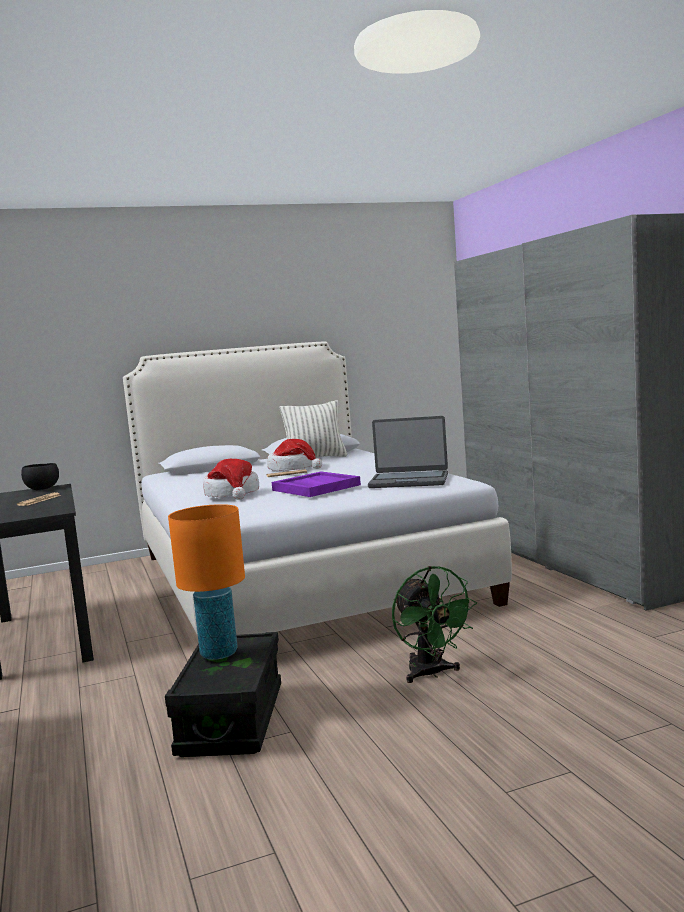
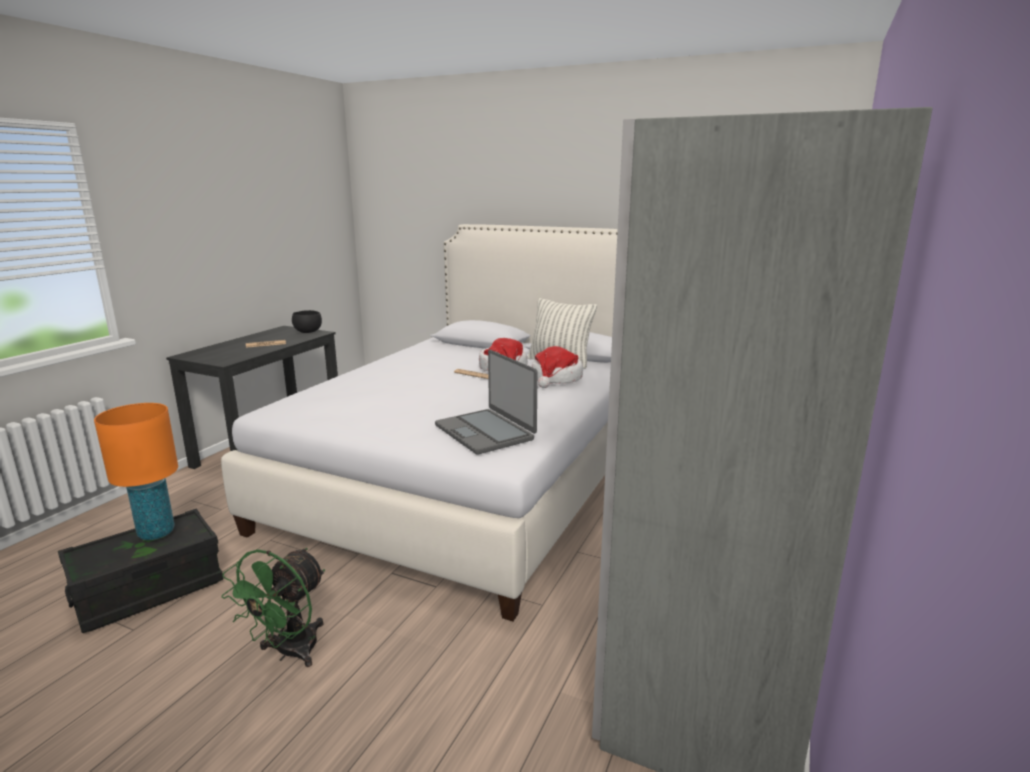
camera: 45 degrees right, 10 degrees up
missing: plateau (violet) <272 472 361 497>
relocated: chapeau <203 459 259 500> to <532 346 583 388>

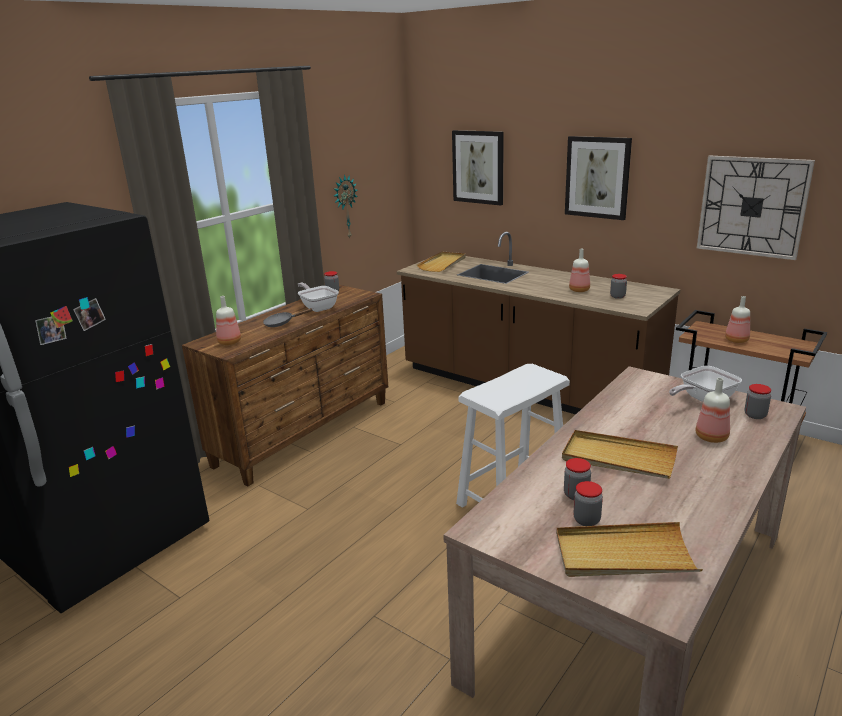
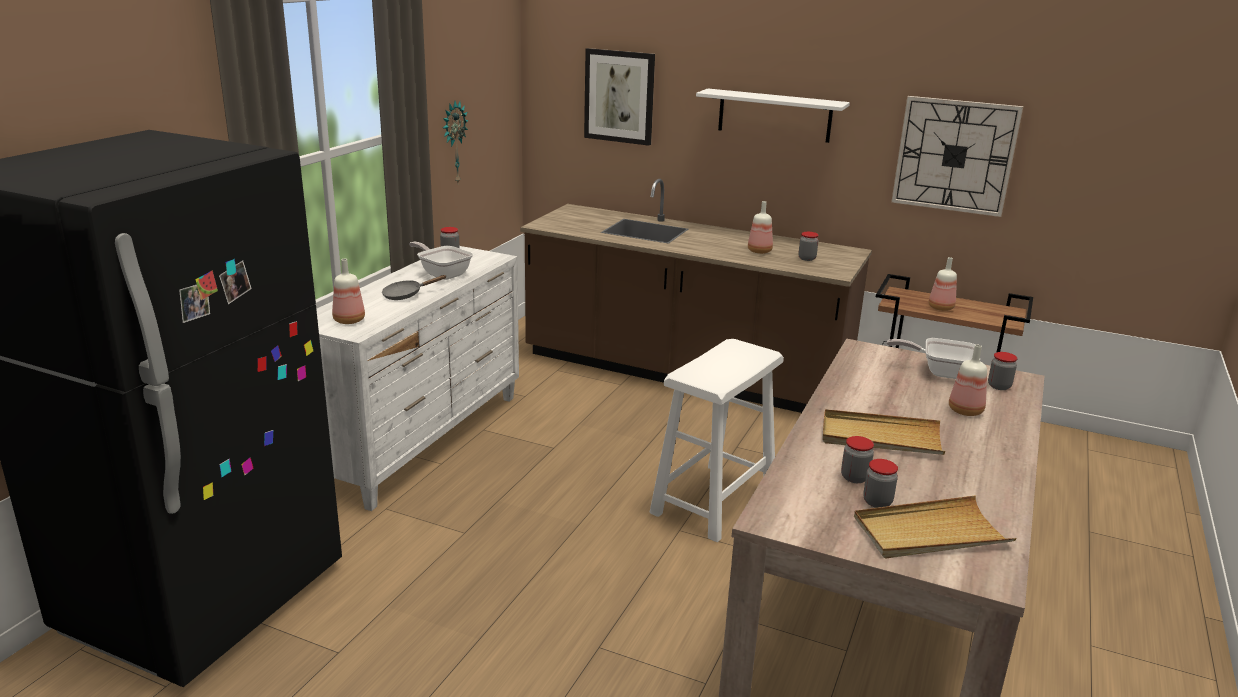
camera: 15 degrees left, 0 degrees up
missing: plateau (beige) <417 252 466 272>
exchanged: tableau <565 136 632 220> to étagère (blanc) <696 89 850 143>
colour: commode (marron) <182 285 388 486> to commode (blanc) <316 246 519 511>
spun: poêle <669 366 742 402> = <887 338 976 379> 60 degrees clockwise

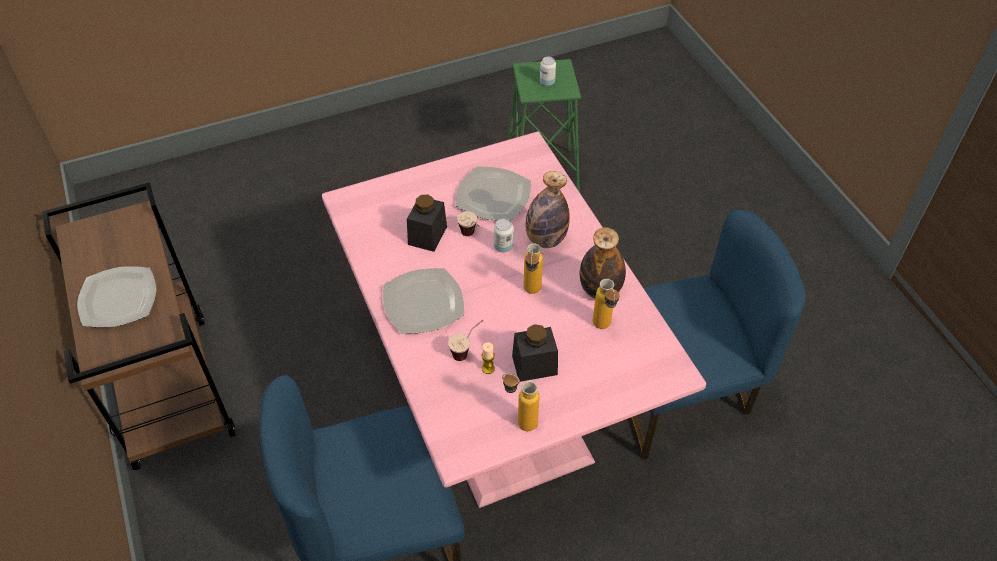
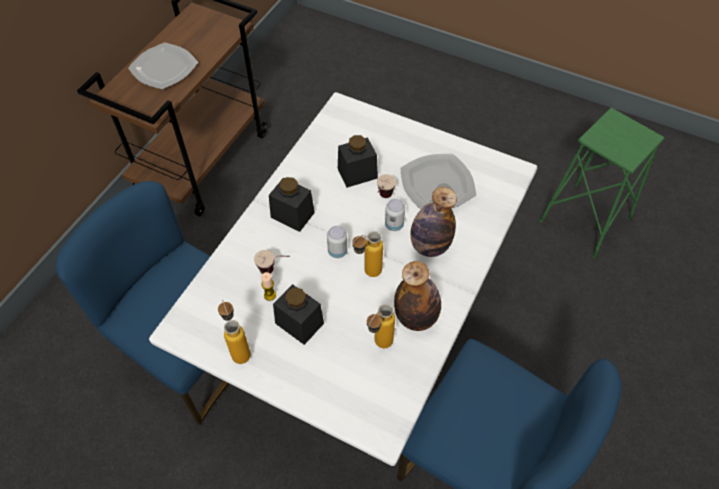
camera: 50 degrees right, 5 degrees up
relocated: boîte métallique <540 57 556 86> to <327 226 347 258>
exchanged: assiette <383 268 464 334> to bocal (noir) <269 177 315 232>
colour: table à manger (rose) <322 132 706 508> to table à manger (blanc) <149 92 537 466>

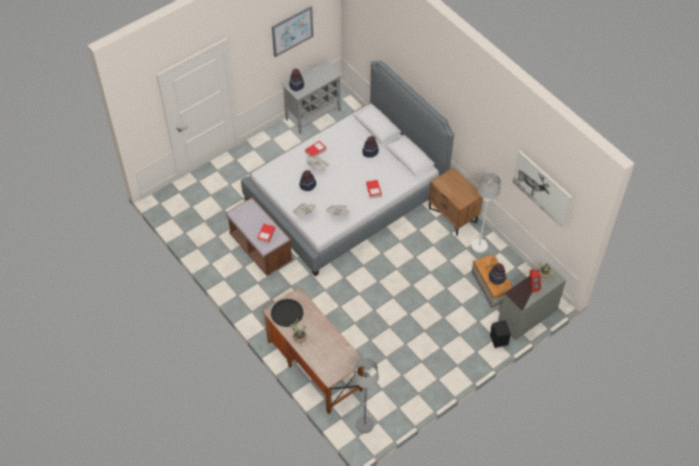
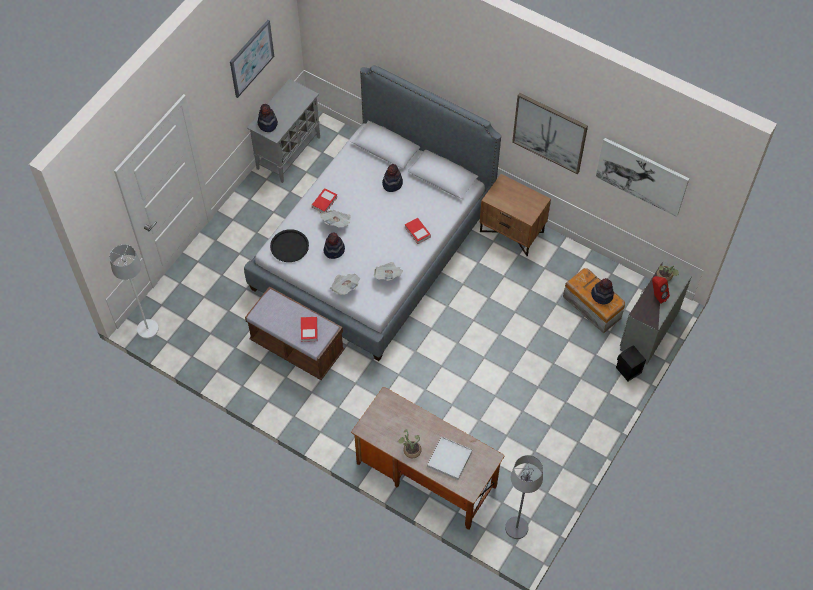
camera: 20 degrees left, 5 degrees up
appeared: plateau (blanc) <427 436 472 480>; tableau <512 93 588 174>
relocated: plateau (noir) <271 299 303 327> to <270 229 309 262>; lampadaire (blanc) <471 172 501 253> to <109 244 159 339>

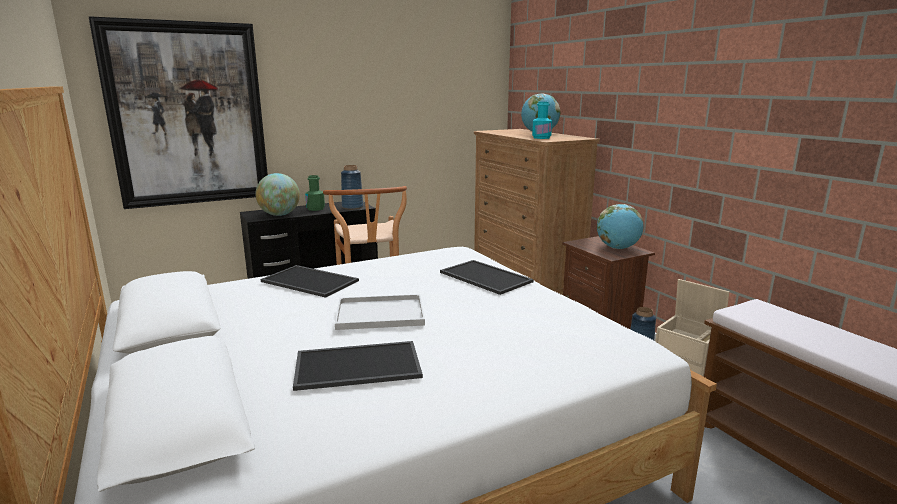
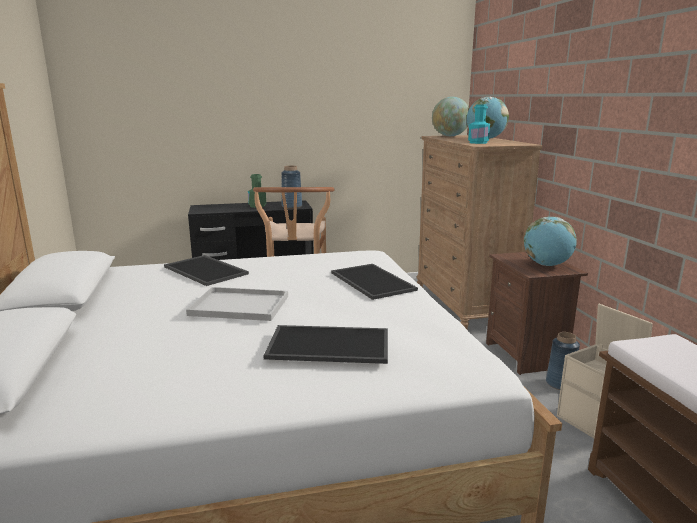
camera: 15 degrees right, 0 degrees up
missing: tableau <89 16 268 209>
relocated: globe <255 173 300 216> to <432 97 469 136>; plateau <293 341 423 391> to <263 325 388 364>

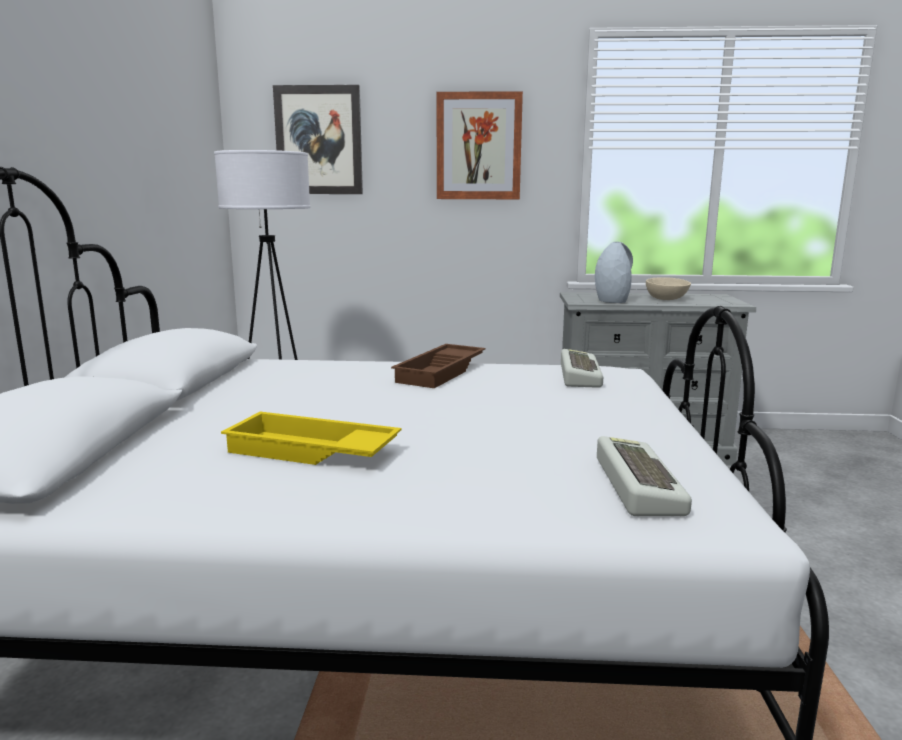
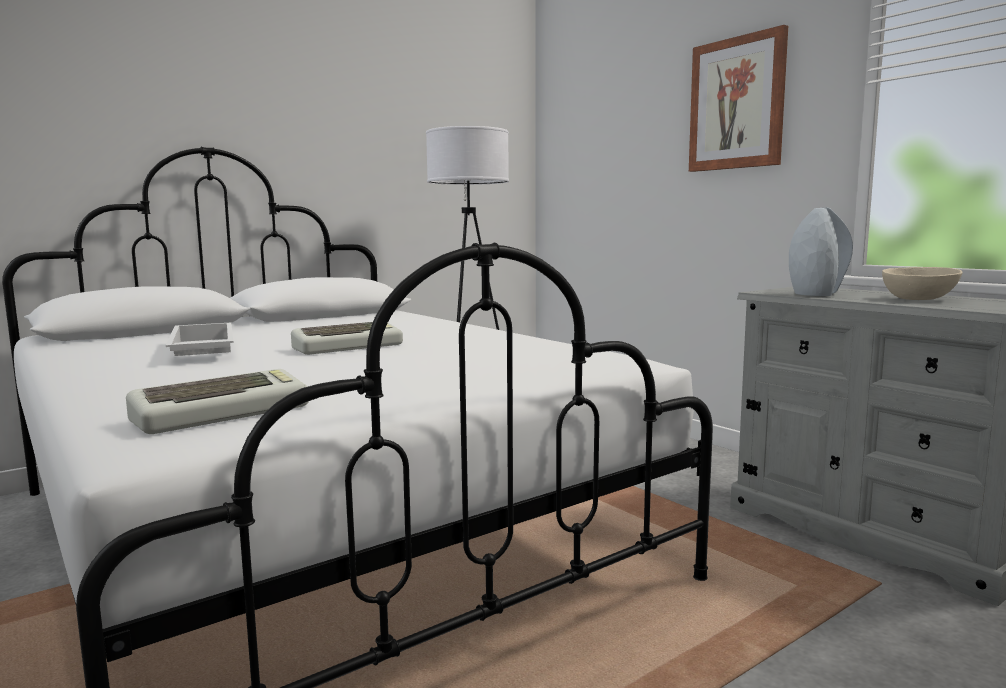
camera: 50 degrees right, 5 degrees down
missing: tableau <273 85 363 194>; plateau (marron) <391 344 486 388>
relocated: clavier <561 349 603 388> to <291 322 403 355>
colour: plateau (jaune) <221 412 401 465> to plateau (blanc) <166 323 233 356>

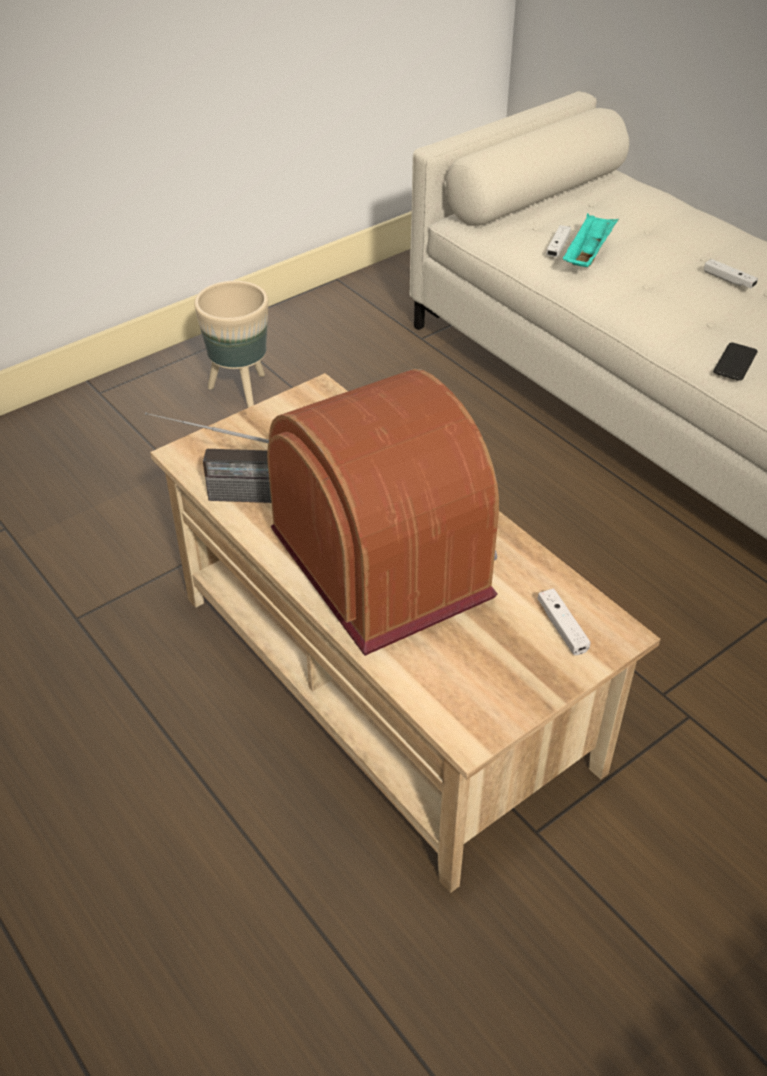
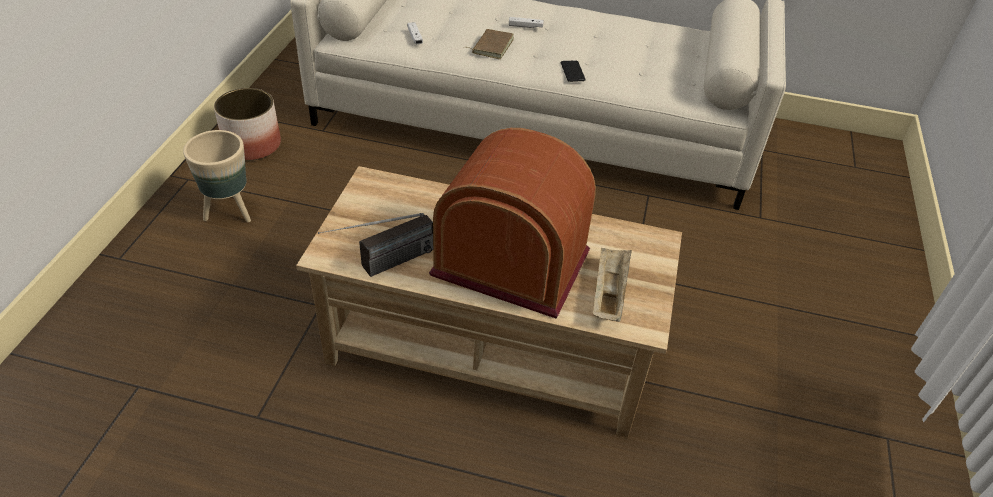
camera: 40 degrees left, 0 degrees up
missing: manette (blanc) <537 589 591 655>; plateau (turquoise) <563 213 619 267>
appeared: cache-pot <214 88 281 160>; livre (marron) <463 29 514 59>; plateau (beige) <593 248 632 322>

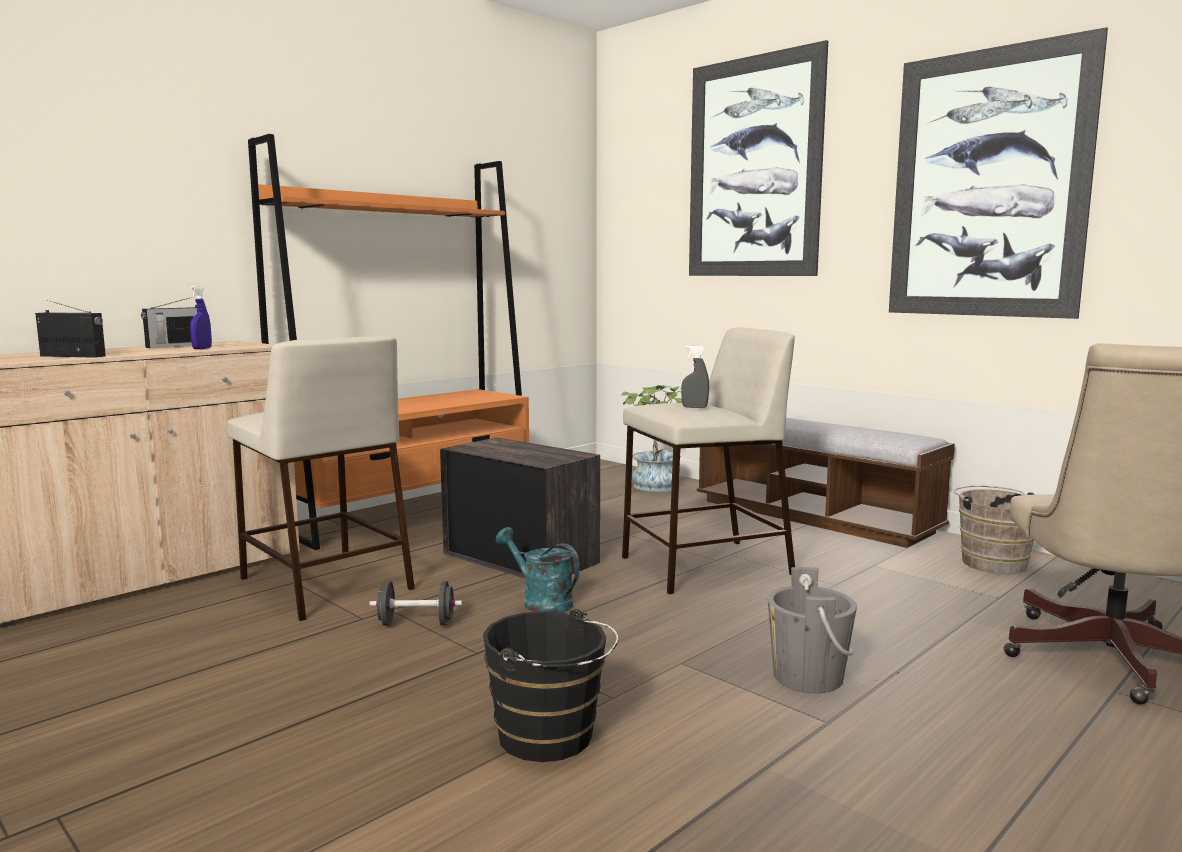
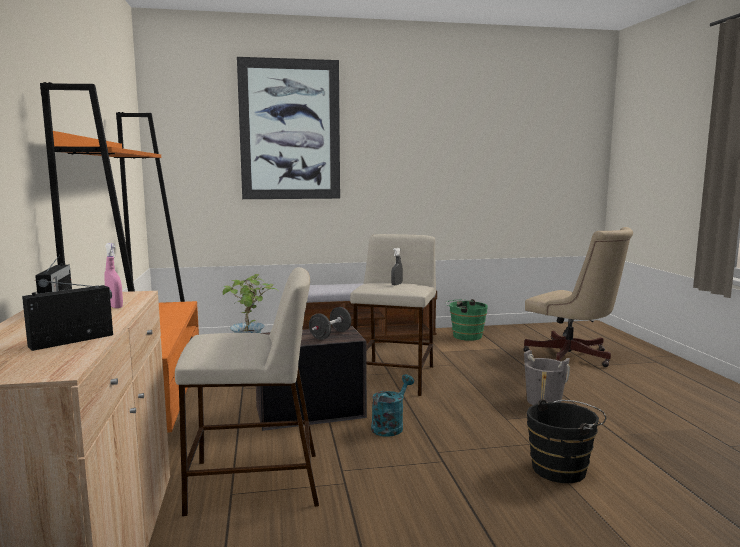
camera: 55 degrees left, 0 degrees up
missing: tableau <889 27 1108 319>
relocated: haltère (noir) <369 581 462 626> to <309 307 351 340>
colour: vaporisateur (bleu) <190 286 212 349> to vaporisateur (rose) <105 243 123 308>; seau (marron) <954 485 1035 574> to seau (vert) <446 299 488 341>
spun: arrosoir (turquoise) <496 527 580 613> = <371 374 414 437> 135 degrees clockwise

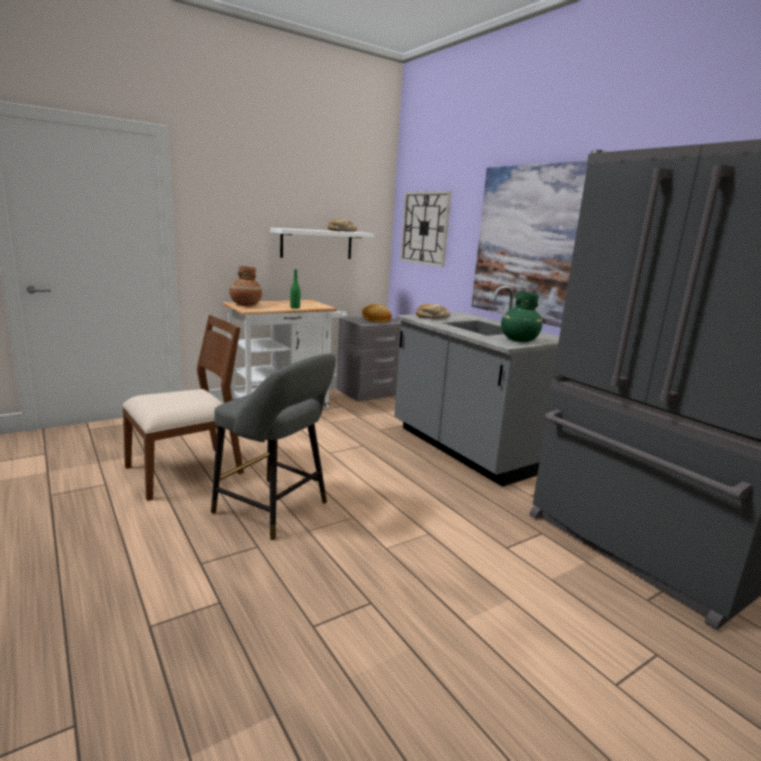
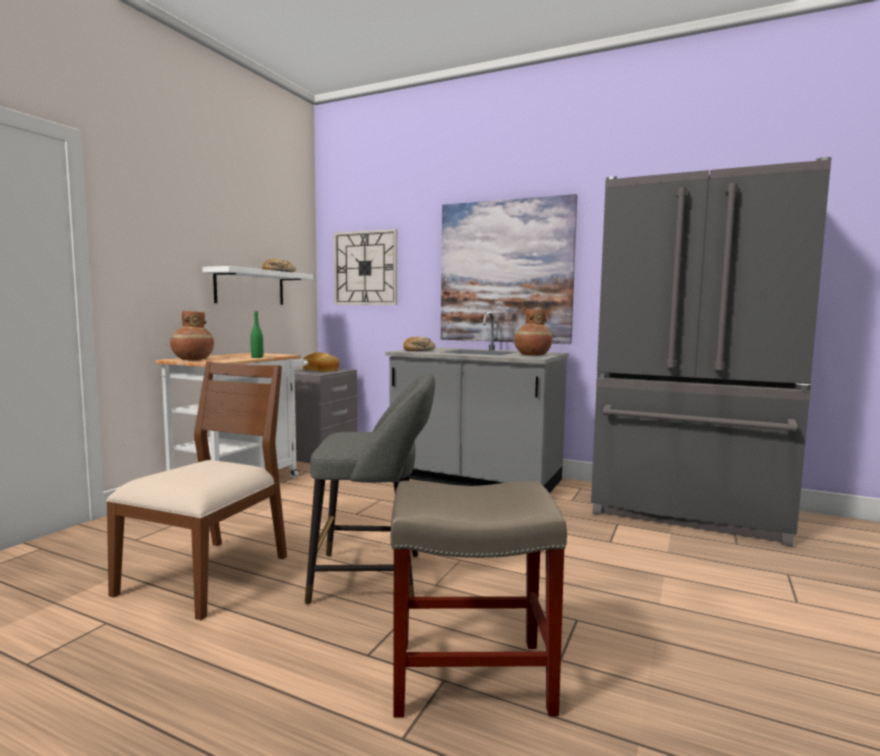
camera: 30 degrees left, 10 degrees down
appeared: tabouret (beige) <390 481 567 718>
colour: vase (vert) <501 291 542 342> to vase (marron) <514 309 553 356>

